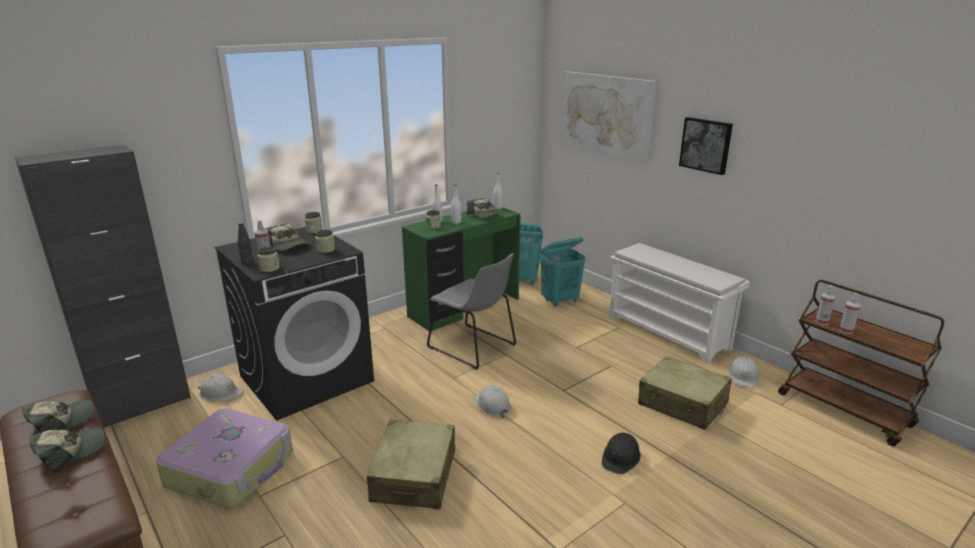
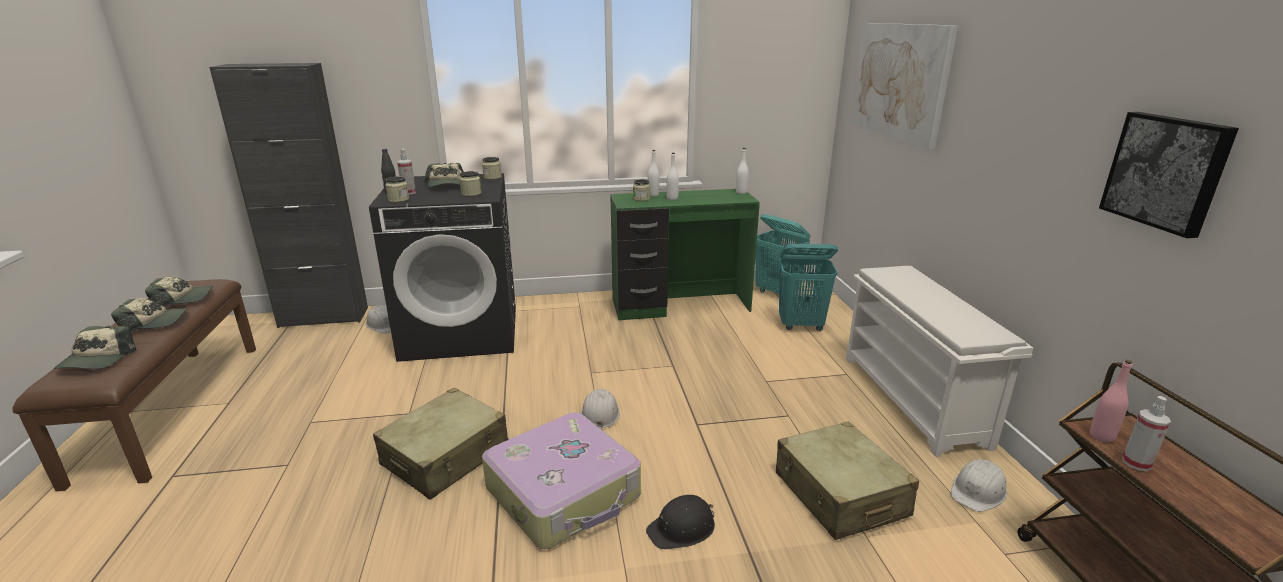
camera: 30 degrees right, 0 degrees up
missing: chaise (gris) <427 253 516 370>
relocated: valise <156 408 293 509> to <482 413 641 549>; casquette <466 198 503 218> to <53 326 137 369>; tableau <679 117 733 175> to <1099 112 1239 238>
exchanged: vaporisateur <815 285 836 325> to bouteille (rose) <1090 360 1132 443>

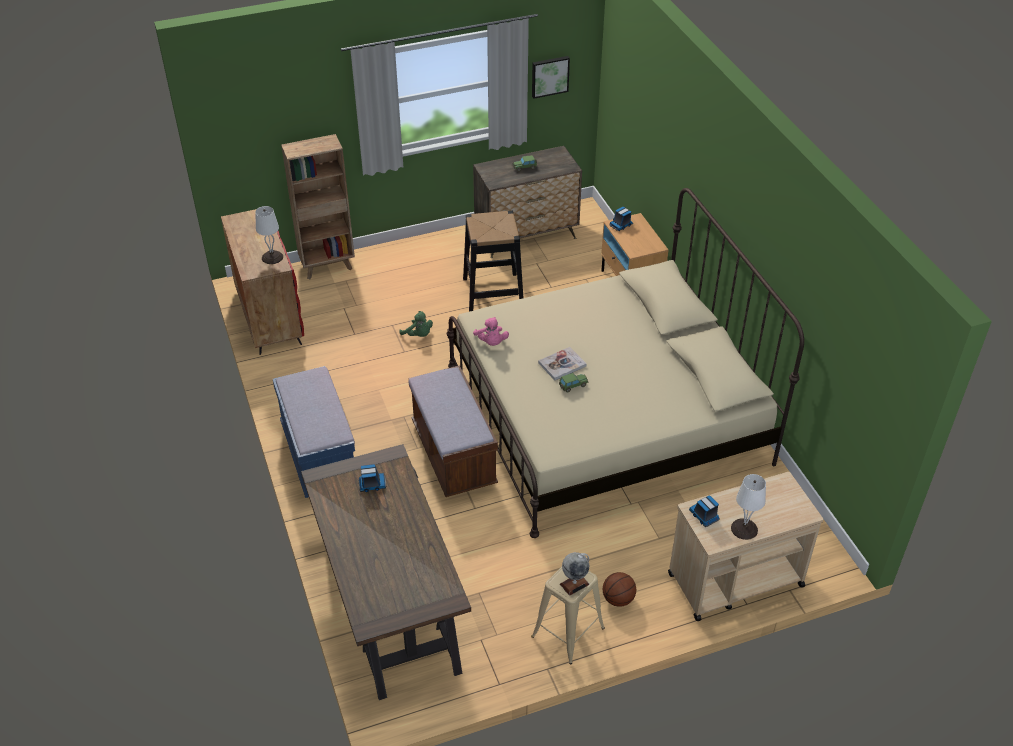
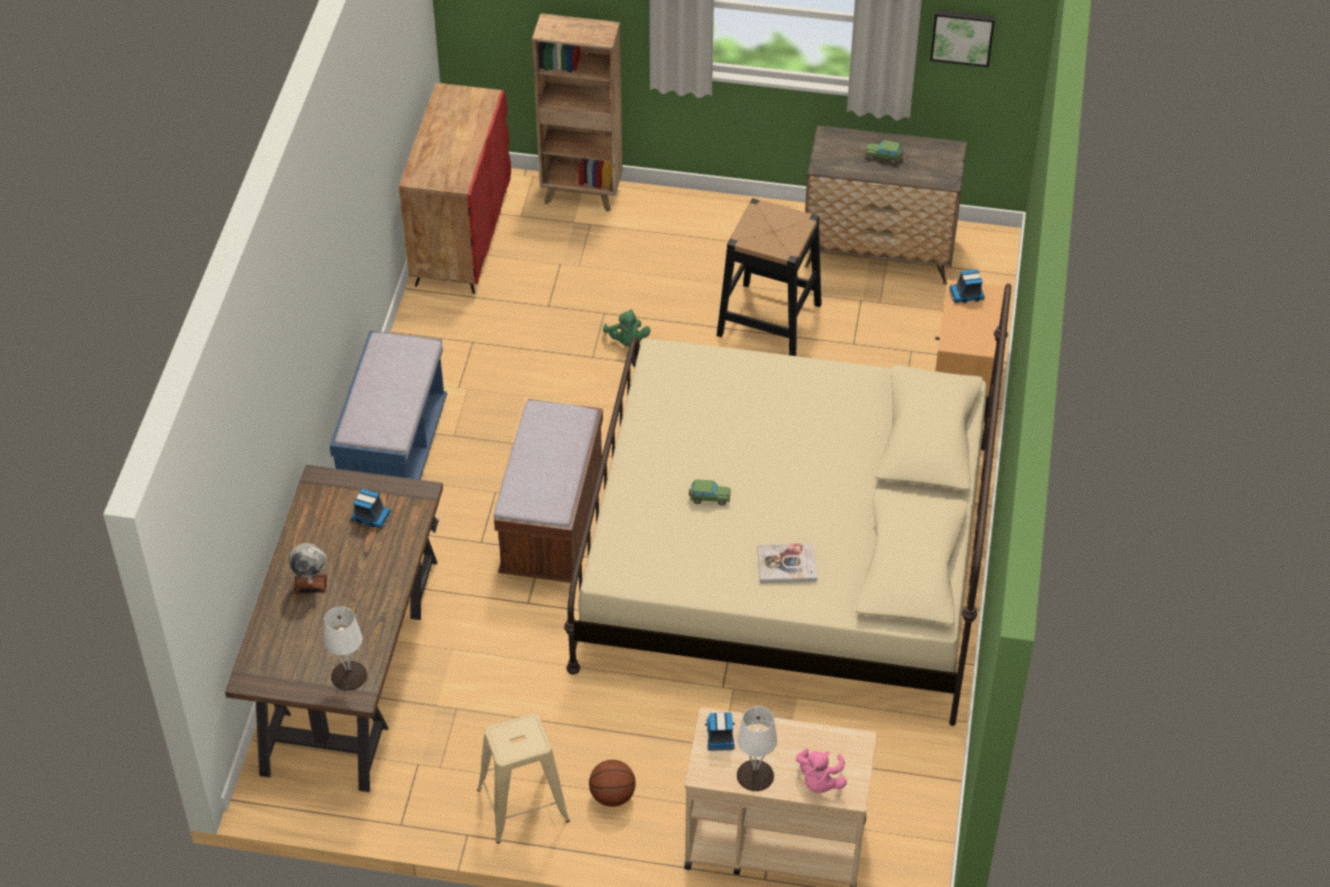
camera: 30 degrees right, 5 degrees up
relocated: lampe de table (blanc) <255 206 283 264> to <324 606 367 691>; peluche (rose) <473 317 509 346> to <796 748 847 793>; livre <538 347 586 380> to <757 543 817 583>; globe <560 552 590 596> to <289 543 327 594>

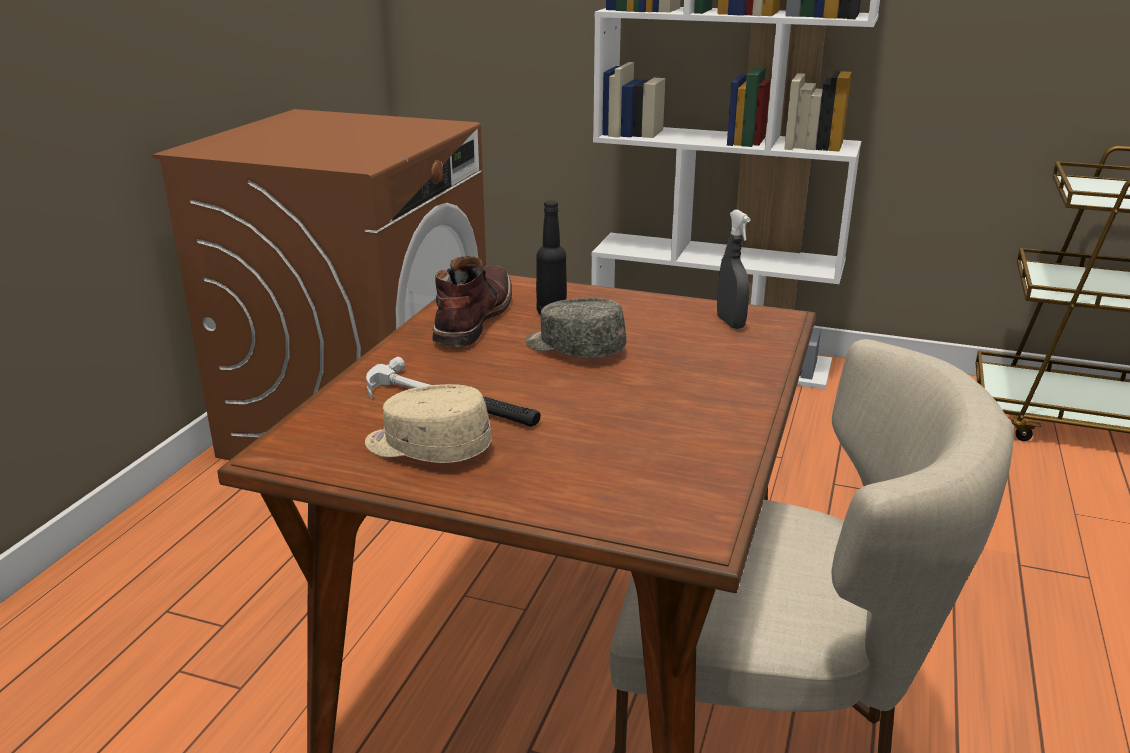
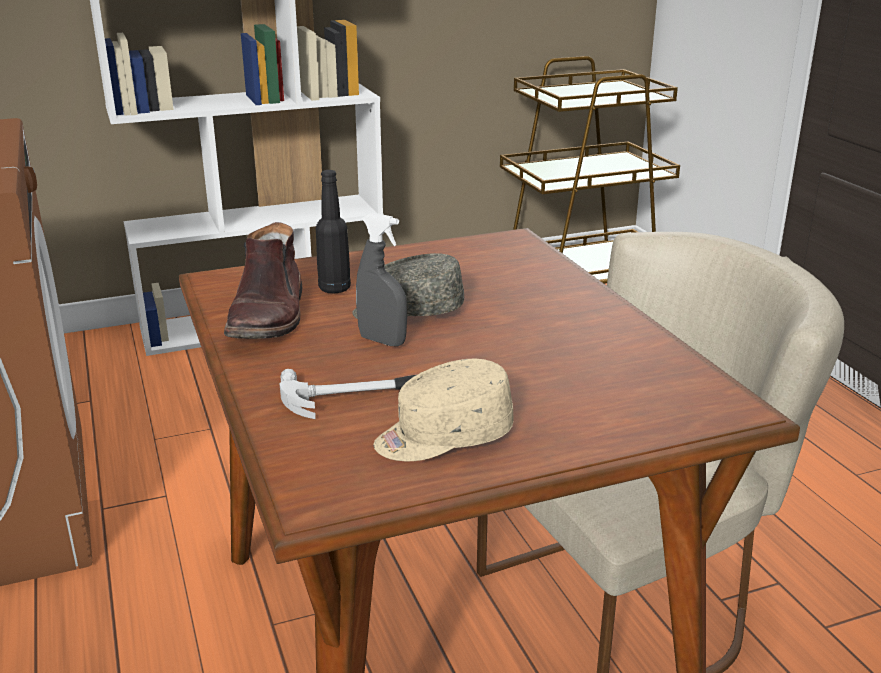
camera: 40 degrees left, 0 degrees up
relocated: vaporisateur (gris) <717 210 751 329> to <356 212 407 346>
spun: botte (marron) <432 256 512 347> = <224 222 302 339> 150 degrees counterclockwise

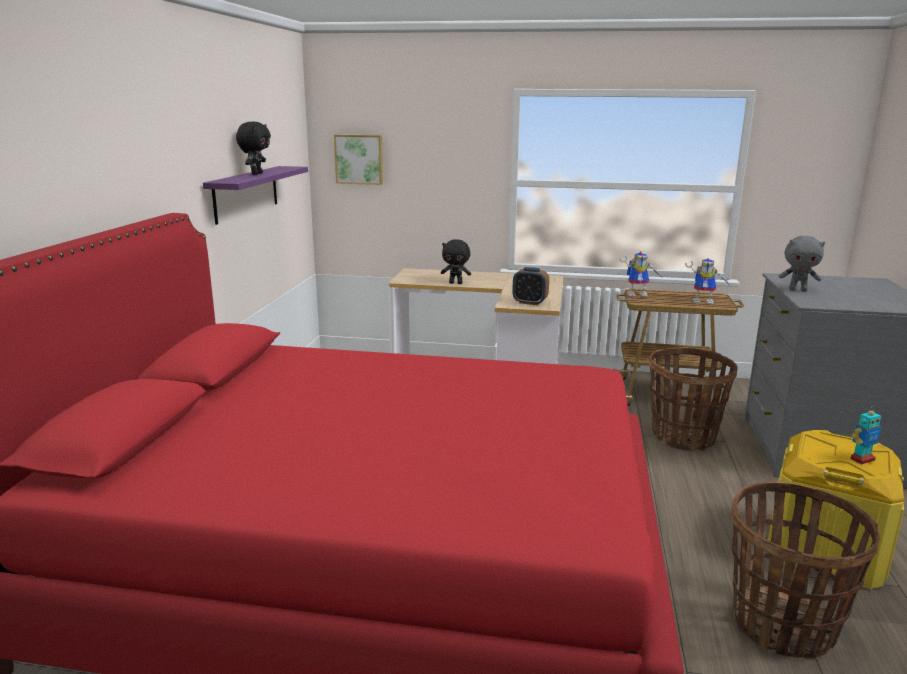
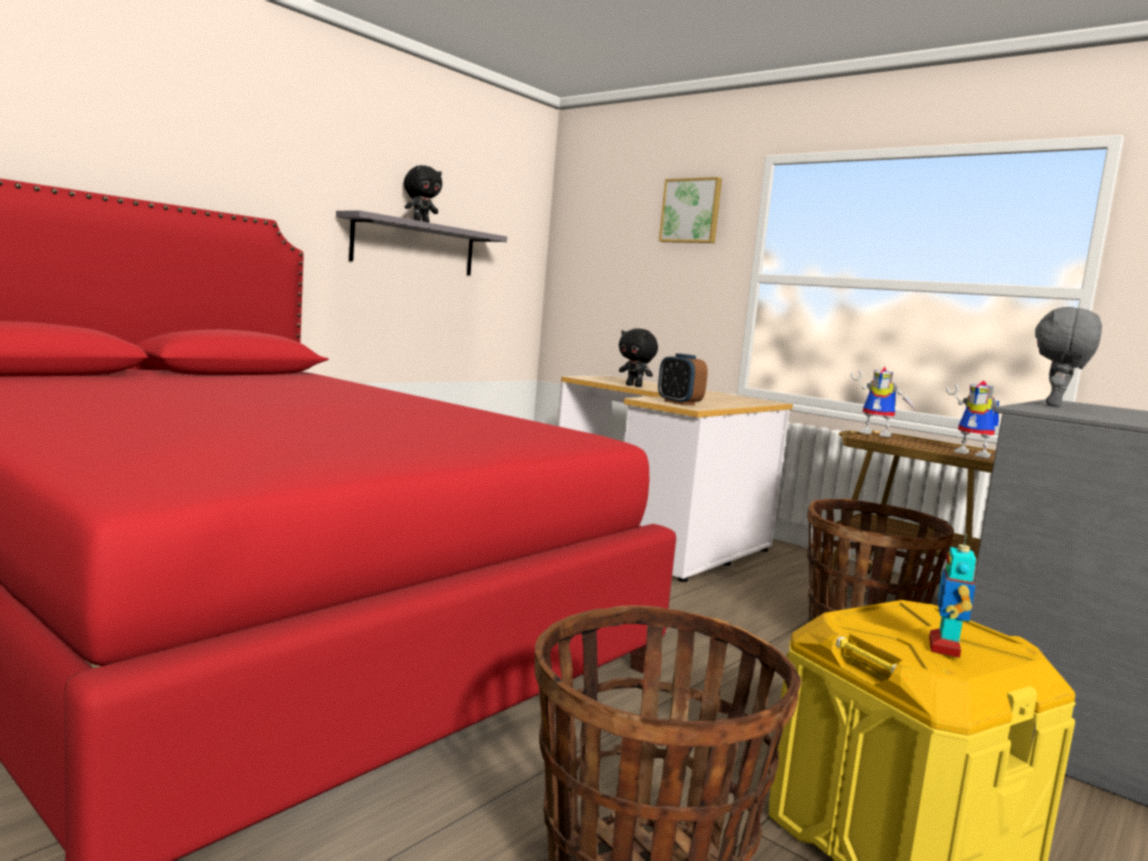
camera: 30 degrees right, 10 degrees down
relocated: tableau <334 134 383 185> to <659 177 722 243>
colour: étagère (violet) <203 166 308 225> to étagère (gris) <336 210 507 275>
spun: peluche (gris) <779 236 825 291> = <1035 307 1102 407> 75 degrees clockwise; robot jouet <850 407 881 464> = <929 534 976 658> 105 degrees clockwise

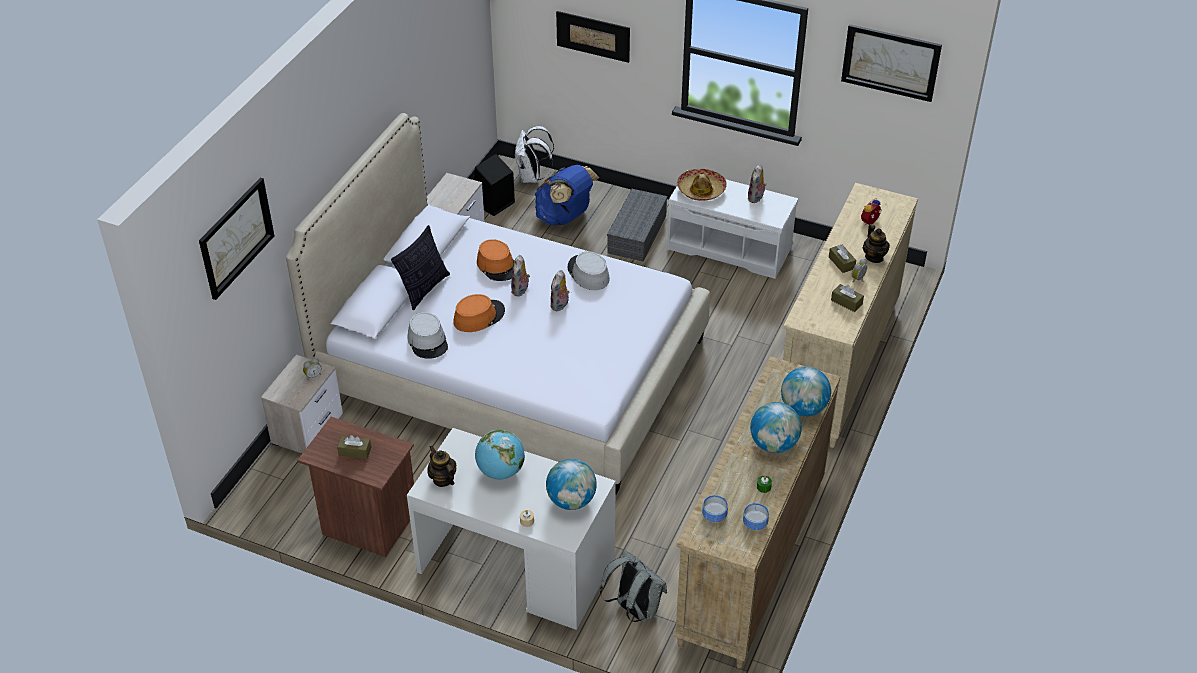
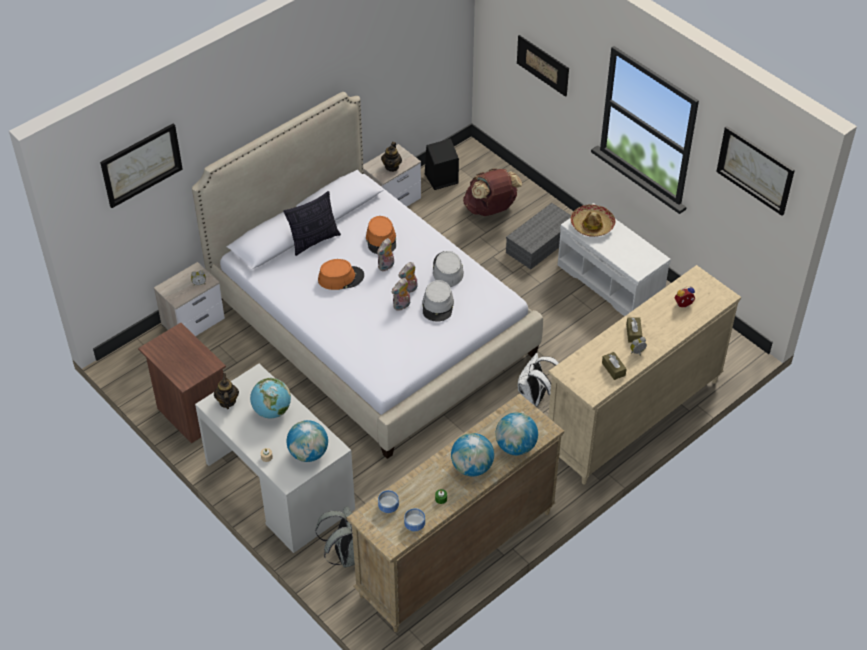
camera: 25 degrees right, 5 degrees up
missing: boîte à mouchoirs (marron) <337 435 371 459>
relocated: chapeau (gris) <407 312 448 359> to <422 280 454 322>; sac à dos (blanc) <514 126 554 183> to <518 353 559 407>; peluche <747 164 767 203> to <392 278 410 311>; théière <863 224 890 263> to <381 142 402 172>
colour: sac à dos (bleu) <535 165 599 225> to sac à dos (marron) <463 168 523 216>

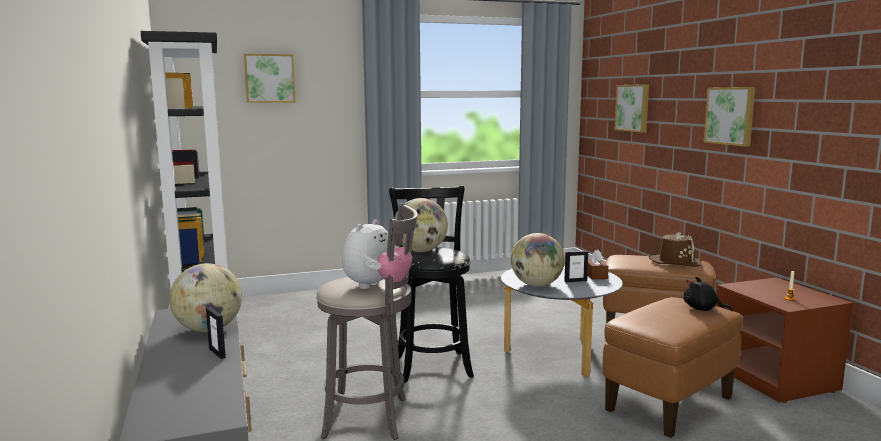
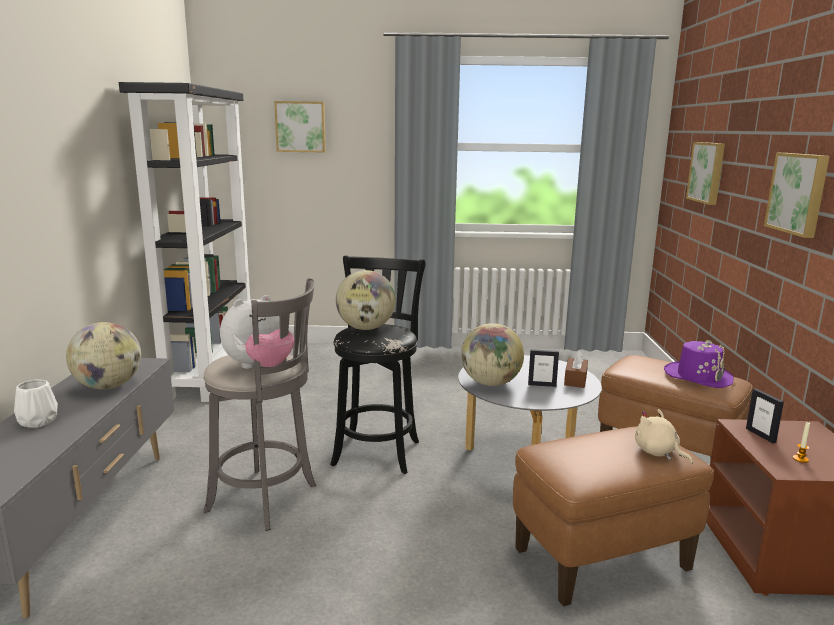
camera: 20 degrees right, 5 degrees up
appeared: vase (blanc) <14 379 58 428>
relocated: cadre photo <206 307 226 359> to <746 388 784 443>
colour: chapeau (marron) <649 232 702 267> to chapeau (violet) <664 340 734 388>; peluche (noir) <683 277 733 312> to peluche (beige) <635 409 693 464>

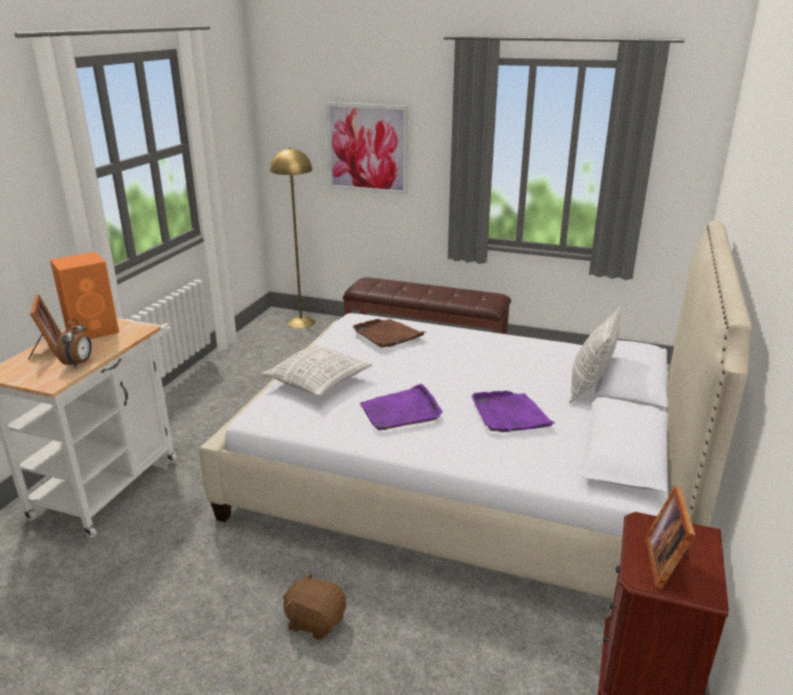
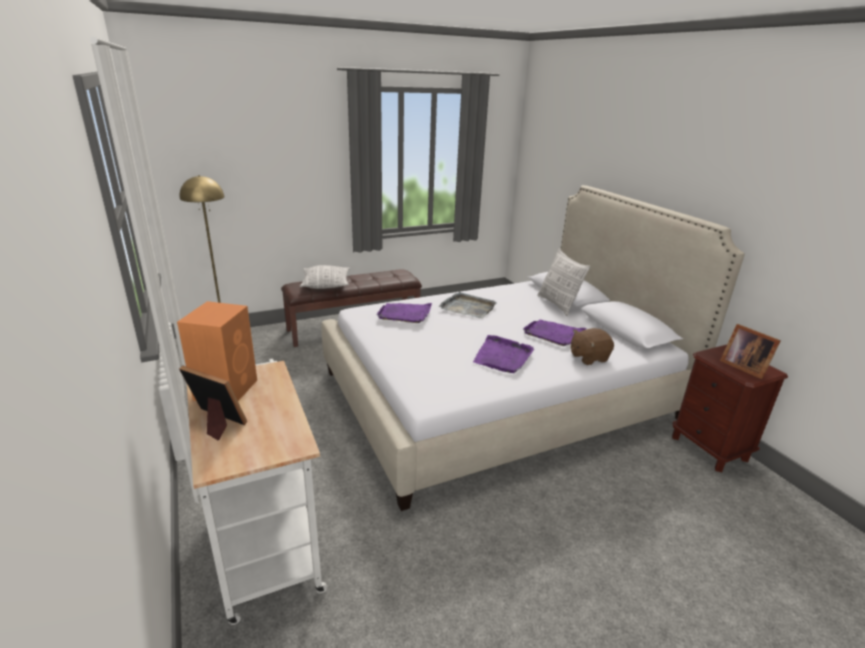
camera: 45 degrees left, 0 degrees up
missing: réveil <56 319 92 368>; tableau <325 102 408 195>
appeared: plateau (gris) <439 292 497 318>
relocated: coussin <261 345 372 397> to <300 265 350 289>; peluche (marron) <283 571 346 640> to <571 328 614 365>
colour: plateau (marron) <353 319 426 348> to plateau (violet) <377 303 432 323>

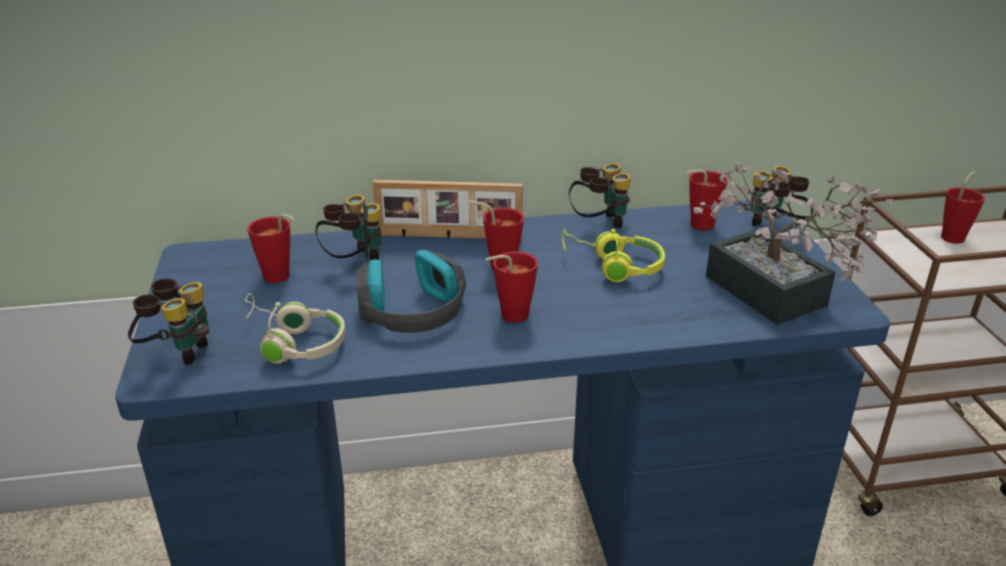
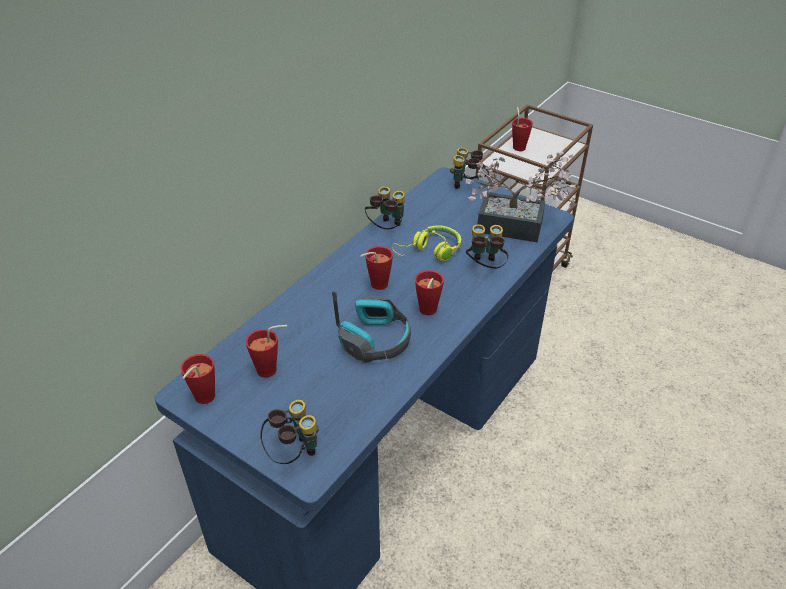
camera: 45 degrees left, 10 degrees up
missing: casque audio (beige) <242 293 346 364>; cadre photo <373 180 523 240>
relocated: jumelles <315 195 381 260> to <466 224 508 269>; tasse (rouge) <686 170 728 231> to <180 354 215 404>

